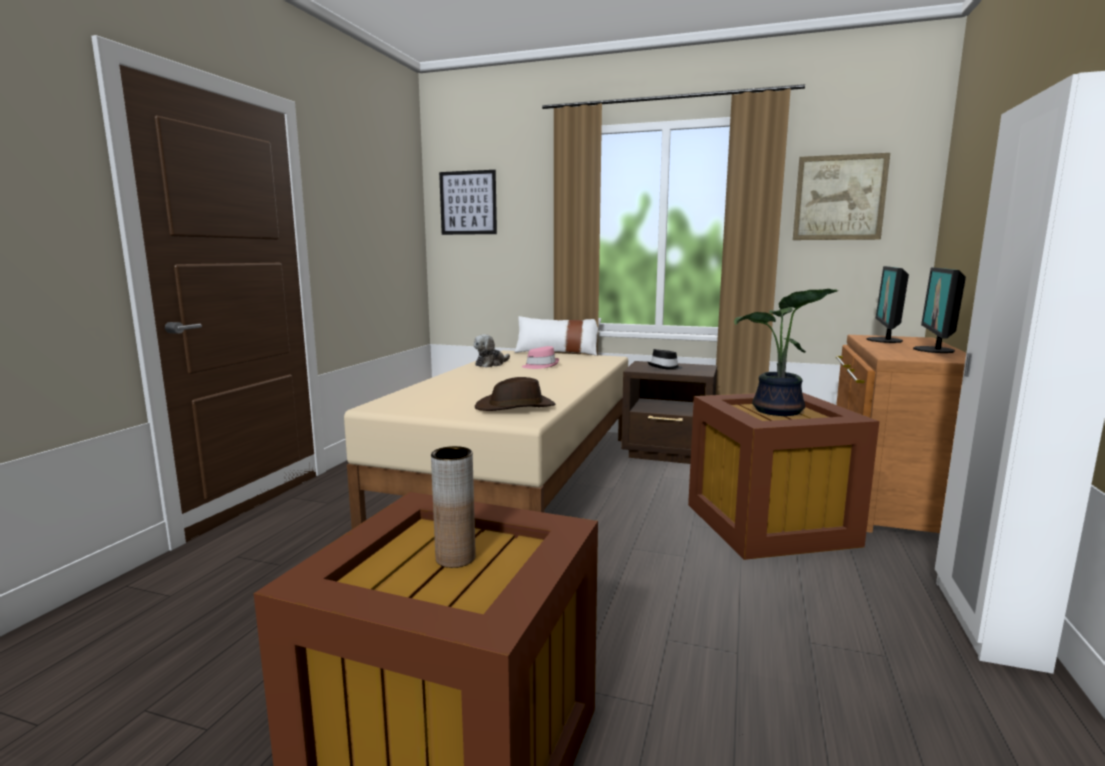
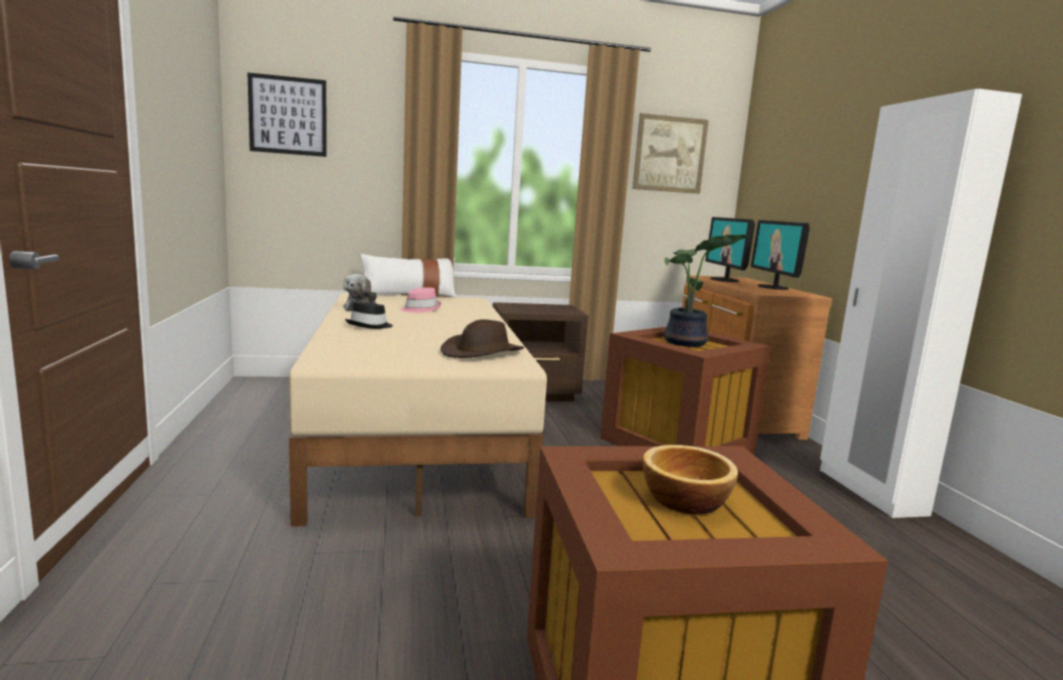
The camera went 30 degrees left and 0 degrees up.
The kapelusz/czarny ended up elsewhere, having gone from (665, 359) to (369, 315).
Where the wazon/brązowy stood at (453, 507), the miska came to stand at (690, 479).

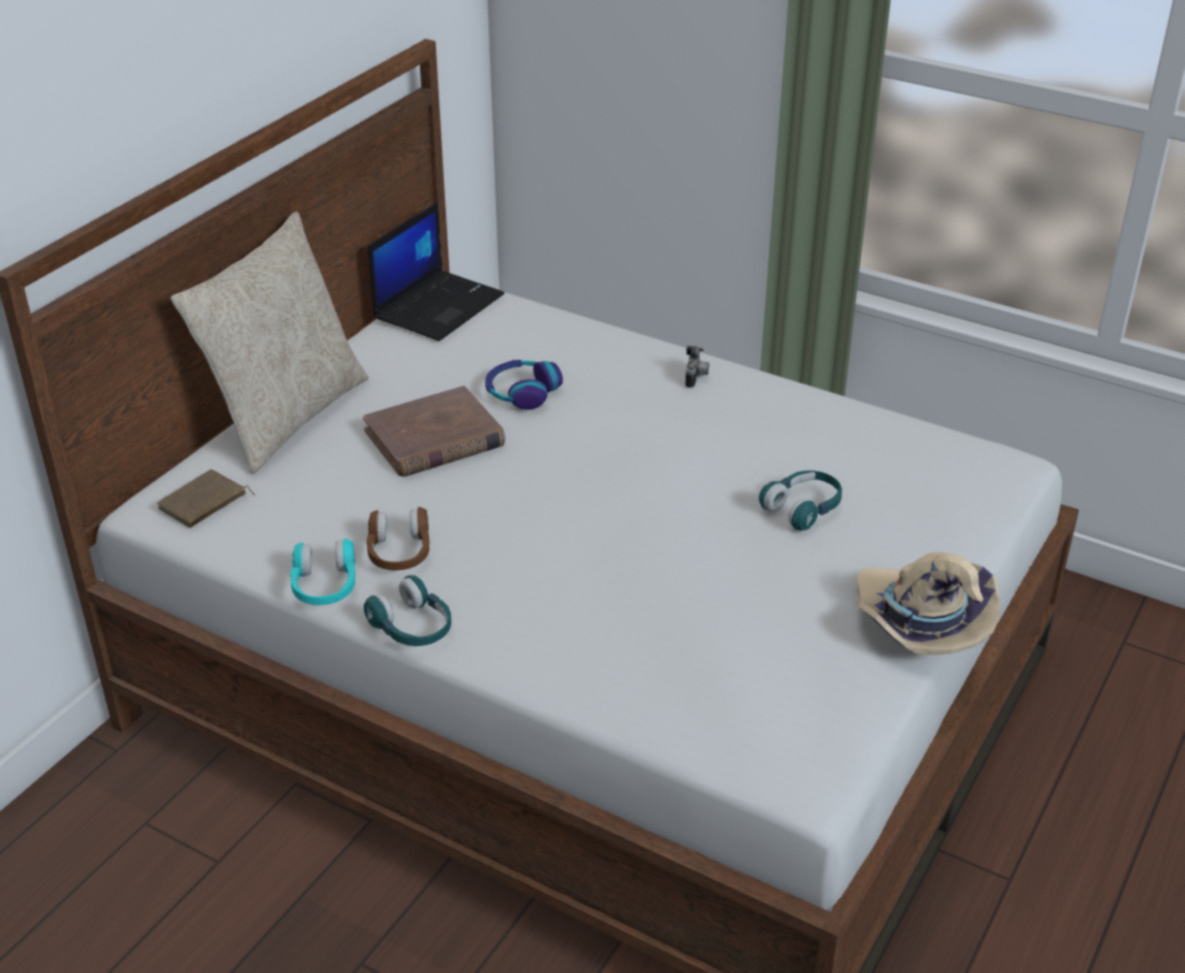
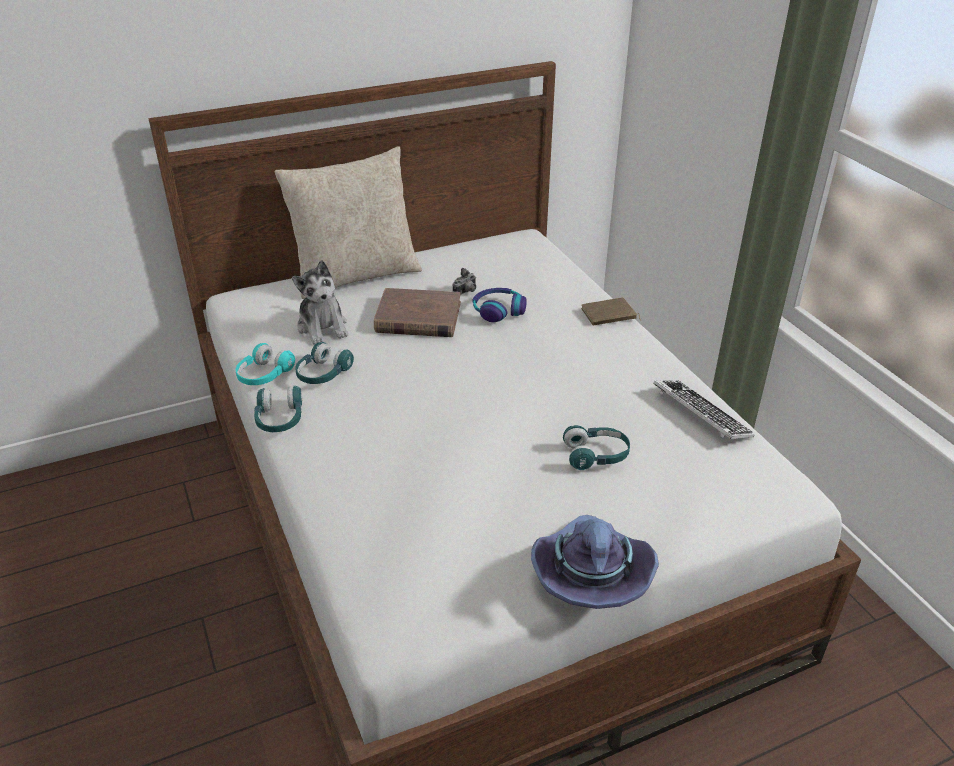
The camera went 35 degrees right and 0 degrees up.
The second view lost the laptop at (436, 271).
The second view gained the pluszak at (320, 302).
The second view gained the klawiatura at (704, 409).
The książka/brązowy ended up elsewhere, having gone from (206, 498) to (611, 311).
The aparat fotograficzny ended up elsewhere, having gone from (697, 367) to (464, 281).
What was the słuchawki/brązowy at (398, 539) turned into the słuchawki/turkusowy at (324, 363).
What was the kapelusz/beżowy at (928, 603) turned into the kapelusz/fioletowy at (595, 562).

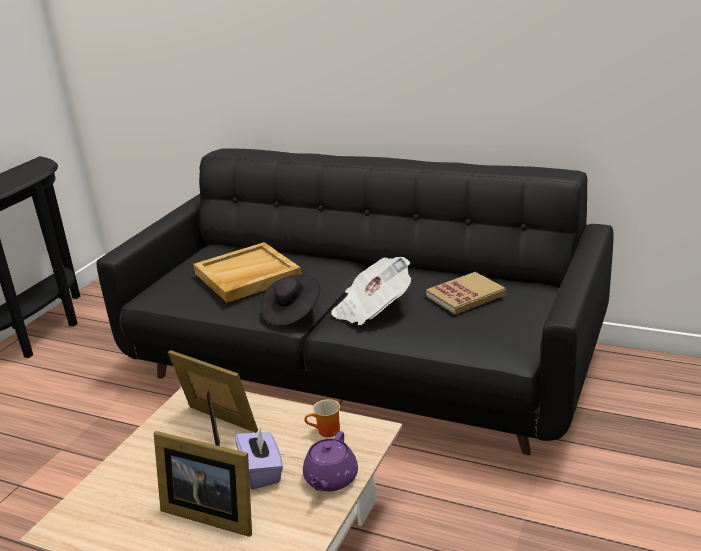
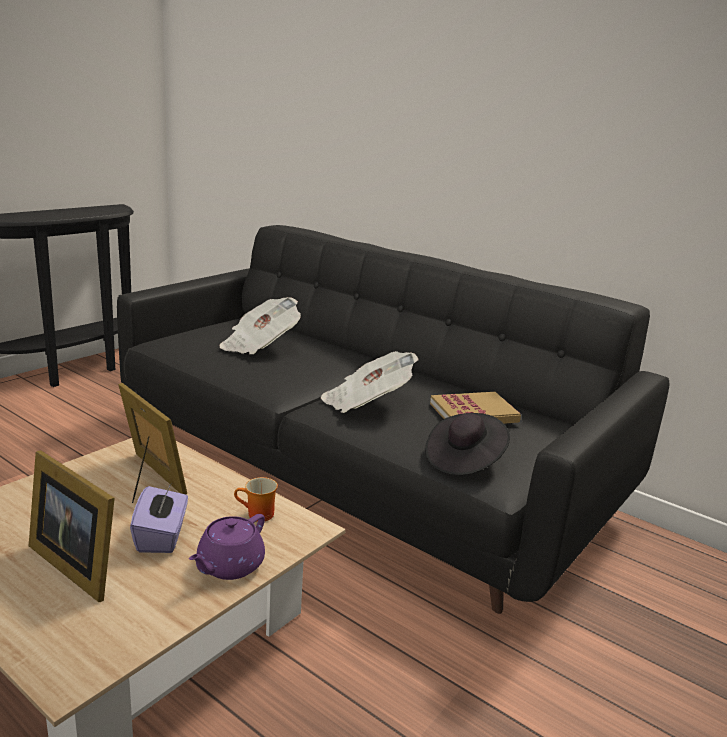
The camera went 10 degrees right and 5 degrees down.
The kapelusz/czarny ended up elsewhere, having gone from (290, 300) to (467, 444).
Where the taca/beżowy stood at (247, 272), the gazeta came to stand at (260, 325).

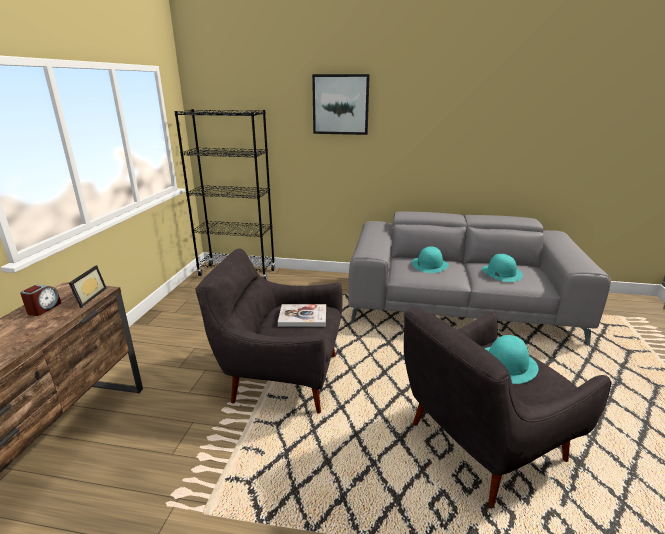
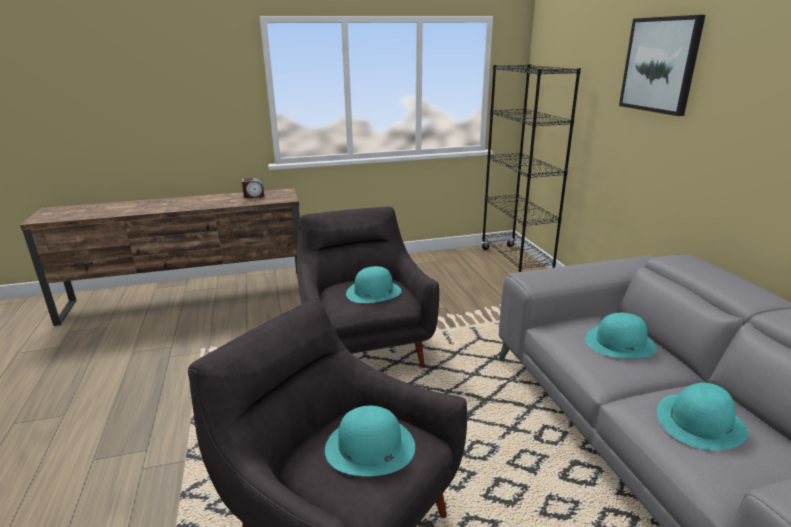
The camera went 65 degrees right and 0 degrees up.
The second view lost the ramka na zdjęcie at (88, 286).
Where the książka stood at (302, 315), the kapelusz/turkusowy came to stand at (373, 284).

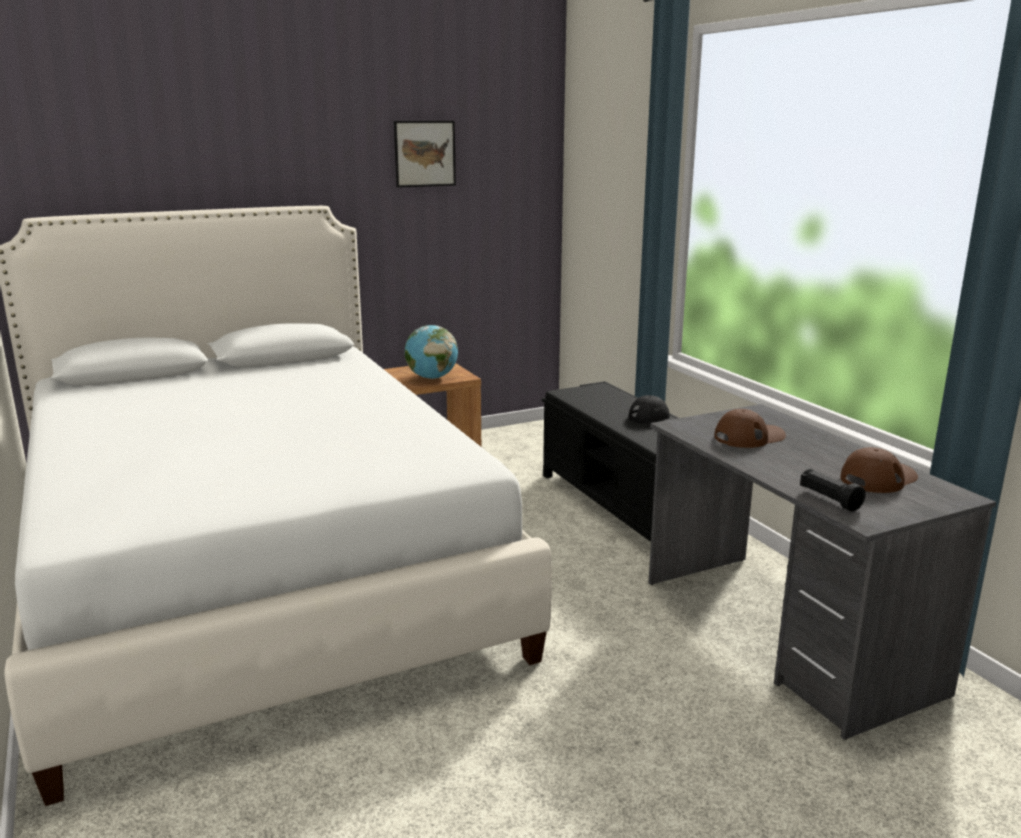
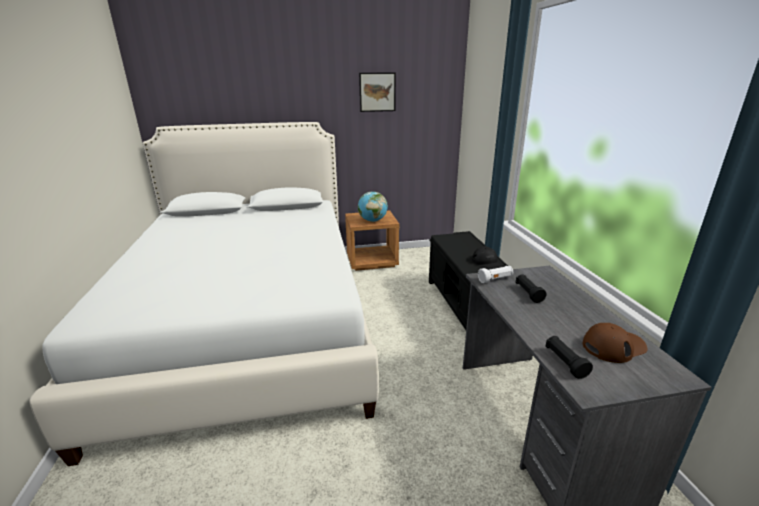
The camera went 15 degrees right and 5 degrees up.
The second view gained the latarka/biały at (496, 274).
Where the czapka z daszkiem/brązowy stood at (750, 428), the latarka/czarny came to stand at (531, 288).

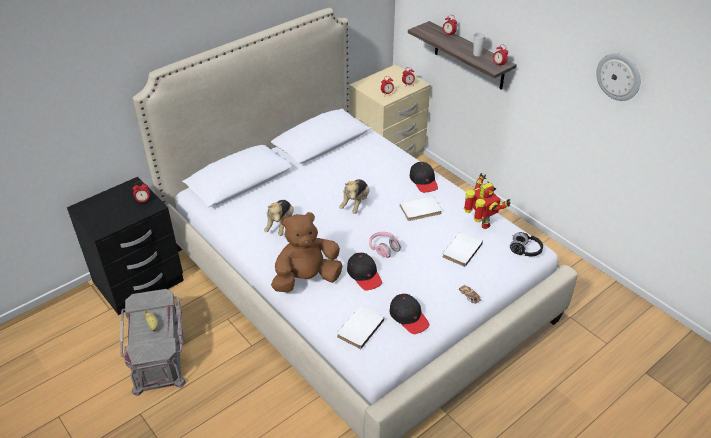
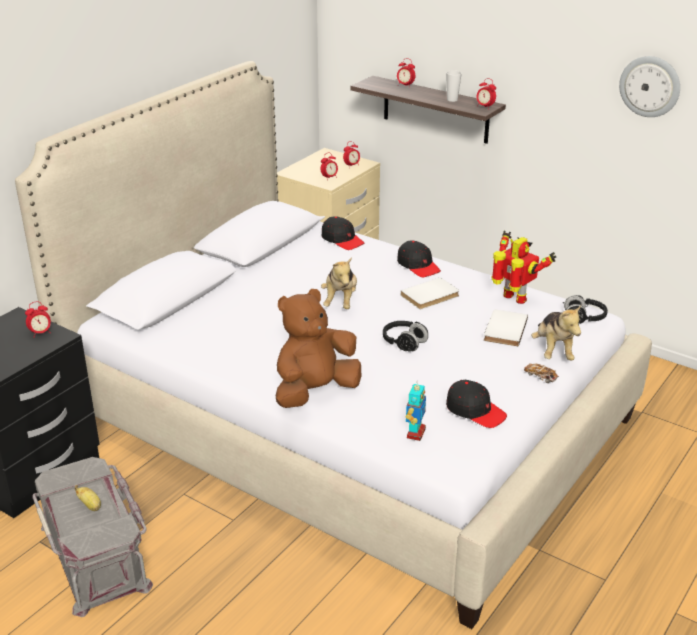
The camera went 15 degrees left and 10 degrees down.
The pluszak ended up elsewhere, having gone from (279, 218) to (556, 332).
The czapka z daszkiem/czarny ended up elsewhere, having gone from (364, 271) to (343, 233).
Where the książka/biały stood at (360, 327), the robot zabawkowy came to stand at (416, 410).
What was the słuchawki/różowy at (385, 245) turned into the słuchawki/czarny at (405, 336).

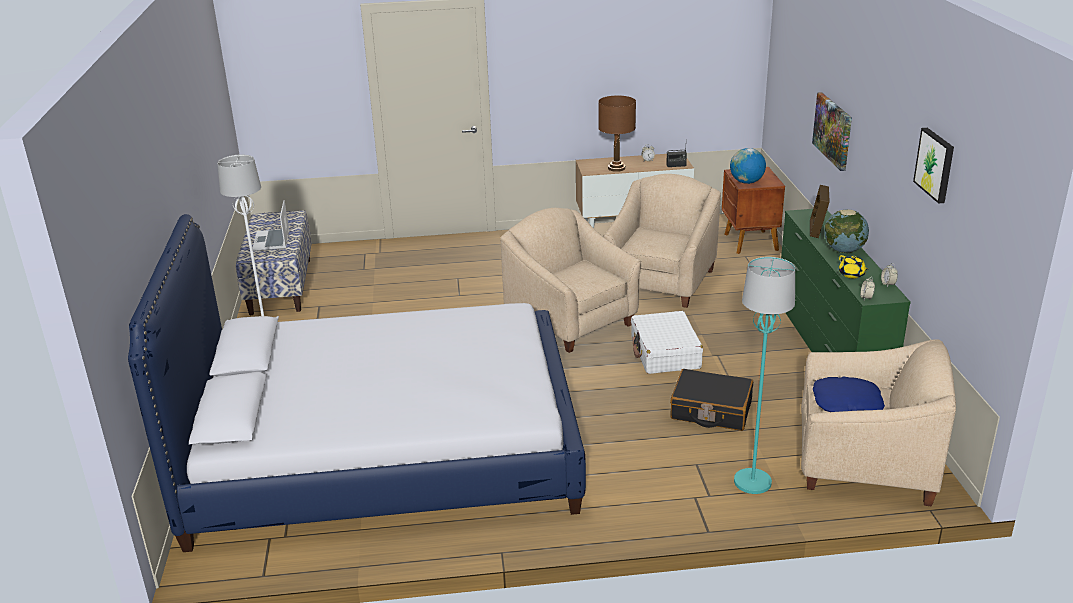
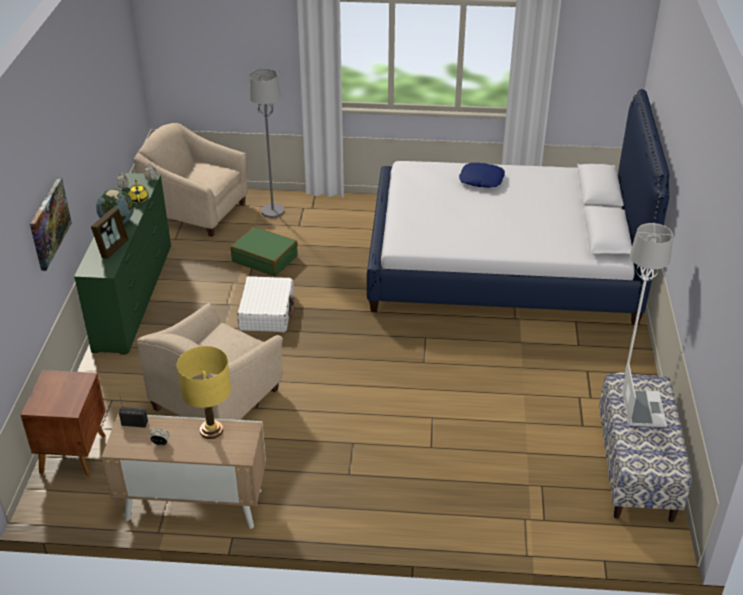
The camera went 170 degrees left and 10 degrees up.
The second view lost the fotel/beżowy at (570, 280).
The second view lost the globus at (748, 166).
The second view lost the obraz at (933, 165).
The poduszka/niebieski ended up elsewhere, having gone from (849, 394) to (482, 175).
What was the lampa stołowa/brązowy at (617, 133) turned into the lampa stołowa/żółty at (204, 392).
What was the walizka/czarny at (711, 400) turned into the walizka/zielony at (264, 251).
What was the lampa stojąca/turkusowy at (764, 375) turned into the lampa stojąca/szary at (266, 143).

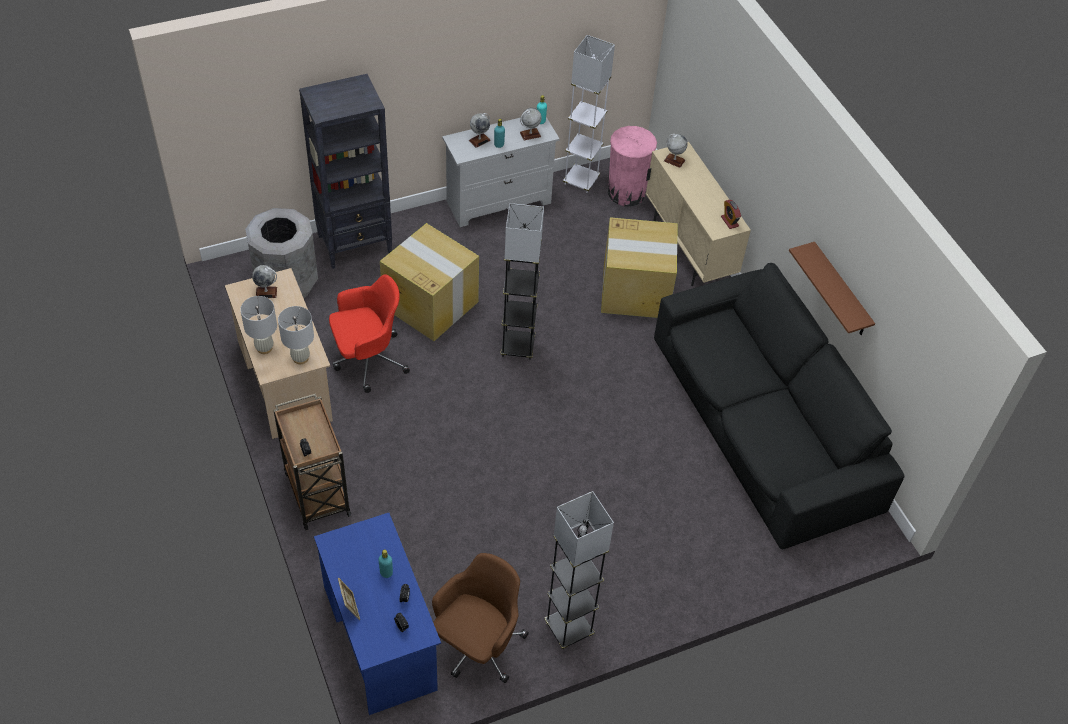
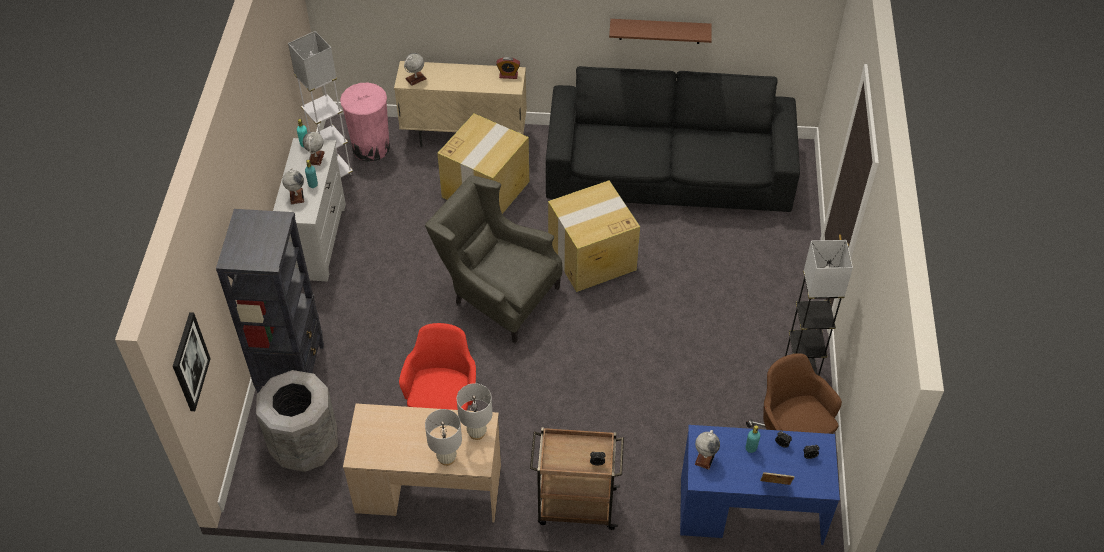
The camera went 60 degrees left and 0 degrees up.
The second view gained the obraz at (192, 361).
The globus ended up elsewhere, having gone from (264, 281) to (707, 450).
The karton ended up elsewhere, having gone from (429, 282) to (594, 236).
Where the lampa stojąca/szary stood at (522, 281), the fotel/szary came to stand at (493, 259).

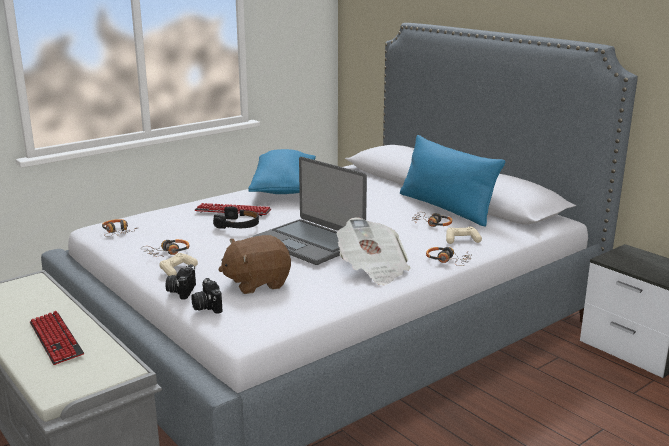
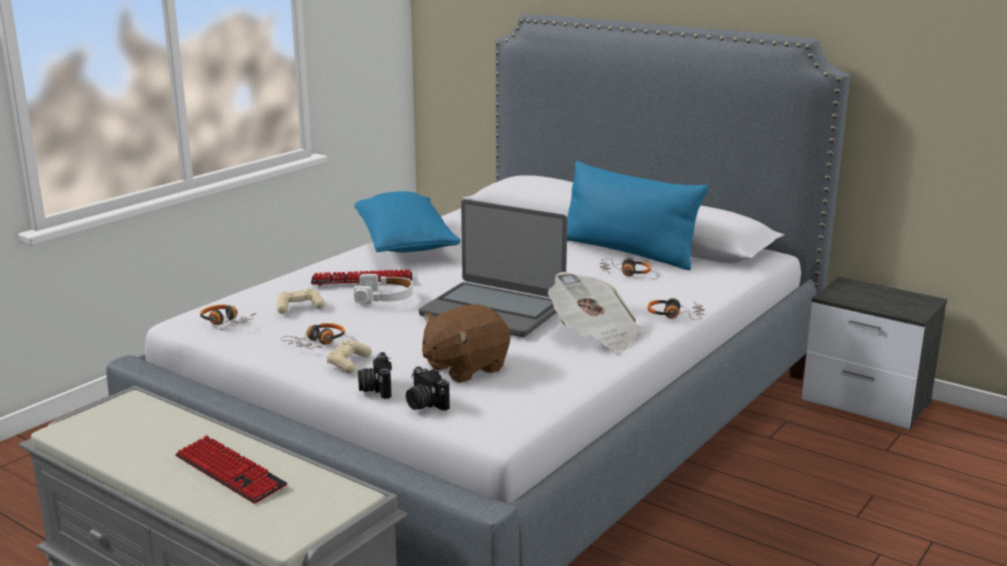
The camera went 15 degrees left and 0 degrees up.
The pad do gier/beżowy ended up elsewhere, having gone from (464, 235) to (301, 301).
What was the słuchawki/czarny at (236, 217) turned into the słuchawki/biały at (383, 288).

